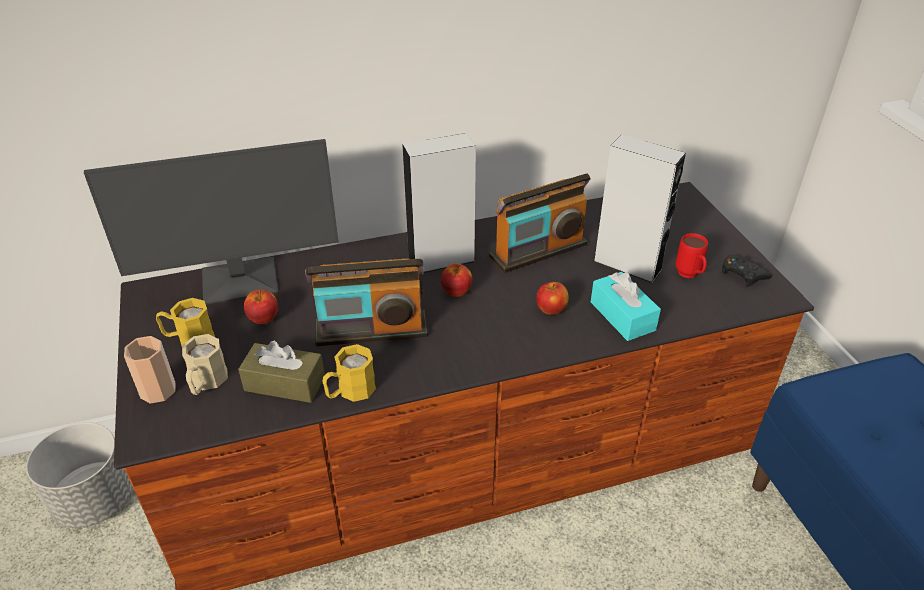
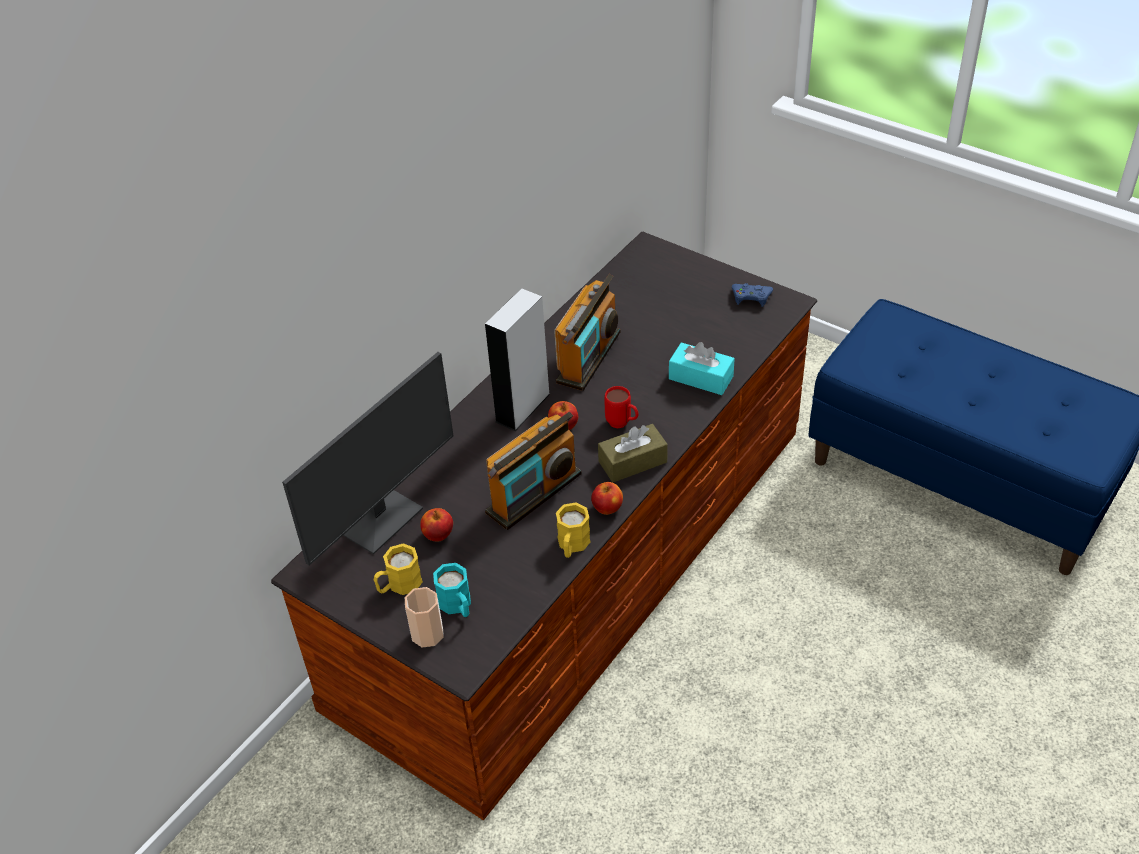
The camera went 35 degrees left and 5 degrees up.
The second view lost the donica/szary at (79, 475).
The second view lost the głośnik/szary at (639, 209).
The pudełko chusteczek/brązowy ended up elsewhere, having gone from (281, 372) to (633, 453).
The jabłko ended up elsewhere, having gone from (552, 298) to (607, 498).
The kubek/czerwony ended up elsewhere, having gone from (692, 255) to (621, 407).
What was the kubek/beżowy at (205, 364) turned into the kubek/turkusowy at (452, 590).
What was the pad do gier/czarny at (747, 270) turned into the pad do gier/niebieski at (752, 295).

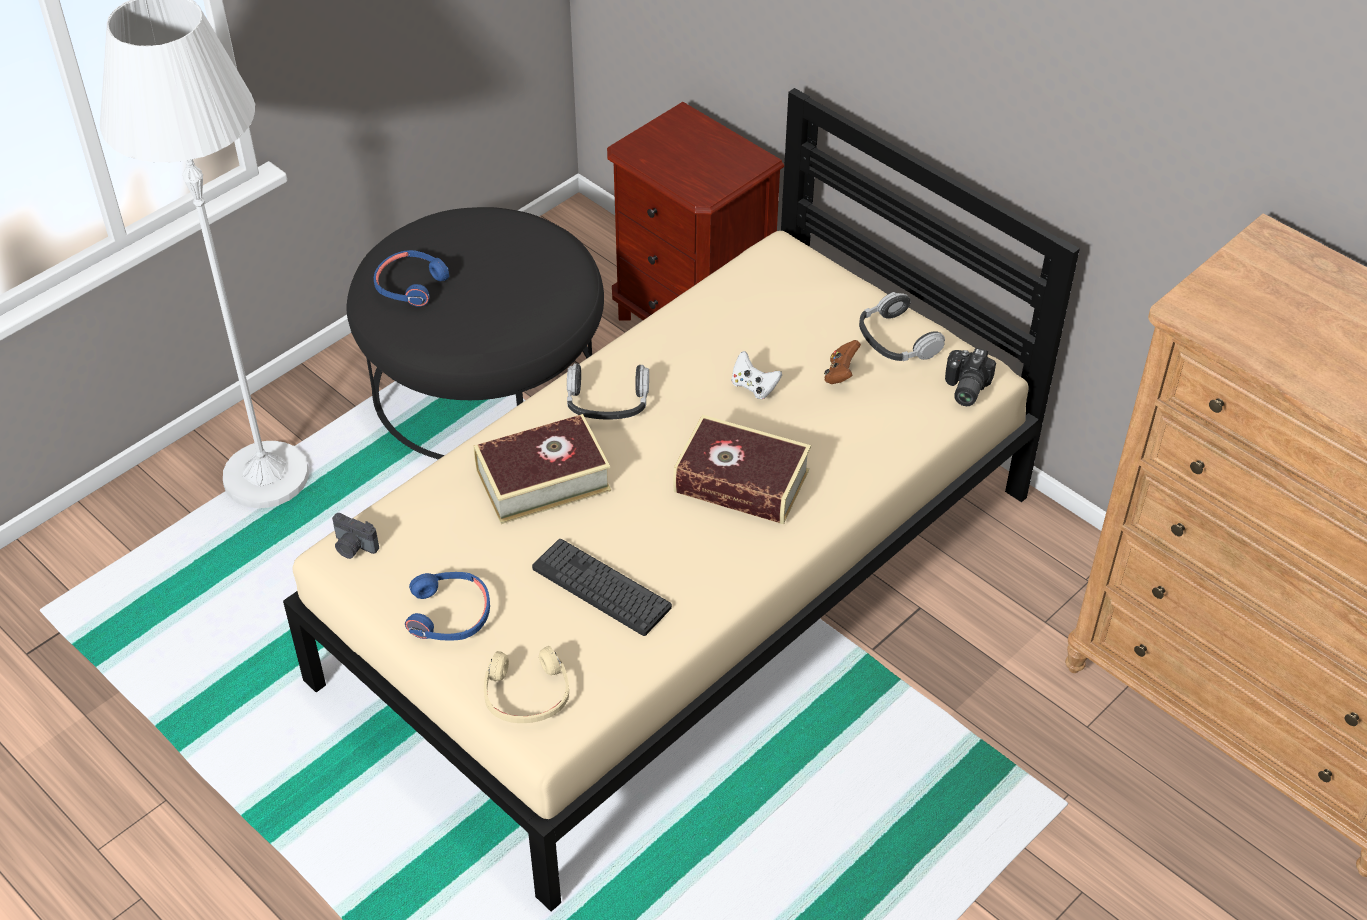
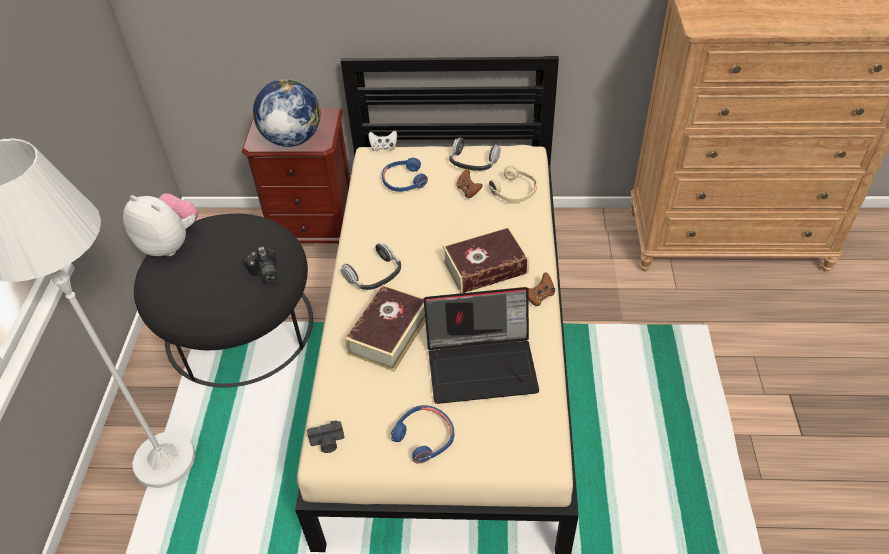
The camera went 40 degrees left and 0 degrees up.
The second view gained the pluszak at (160, 224).
The second view gained the globus at (286, 113).
The second view gained the pad do gier/brązowy at (541, 289).
The słuchawki/niebieski ended up elsewhere, having gone from (411, 278) to (405, 175).
The słuchawki/beżowy ended up elsewhere, having gone from (526, 684) to (513, 184).
The pad do gier/biały ended up elsewhere, having gone from (757, 375) to (382, 141).
The aparat fotograficzny ended up elsewhere, having gone from (970, 377) to (260, 264).
Where the klawiatura stood at (602, 587), the laptop came to stand at (481, 345).

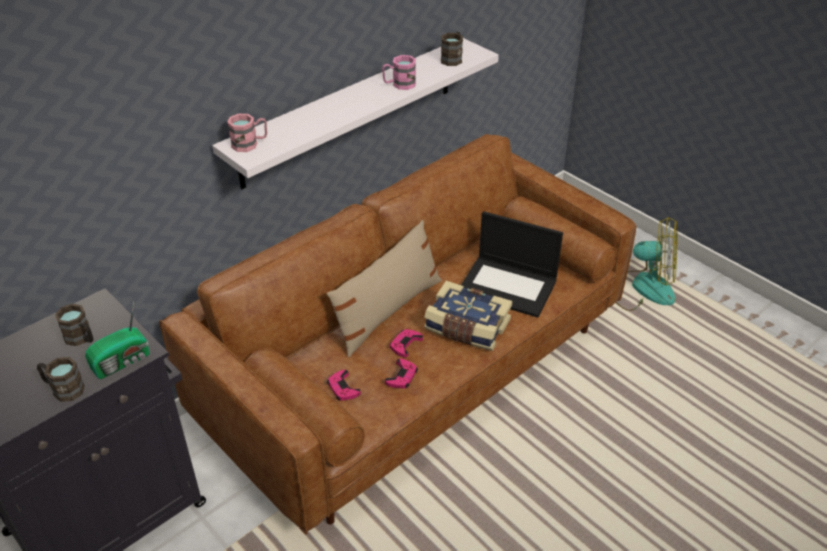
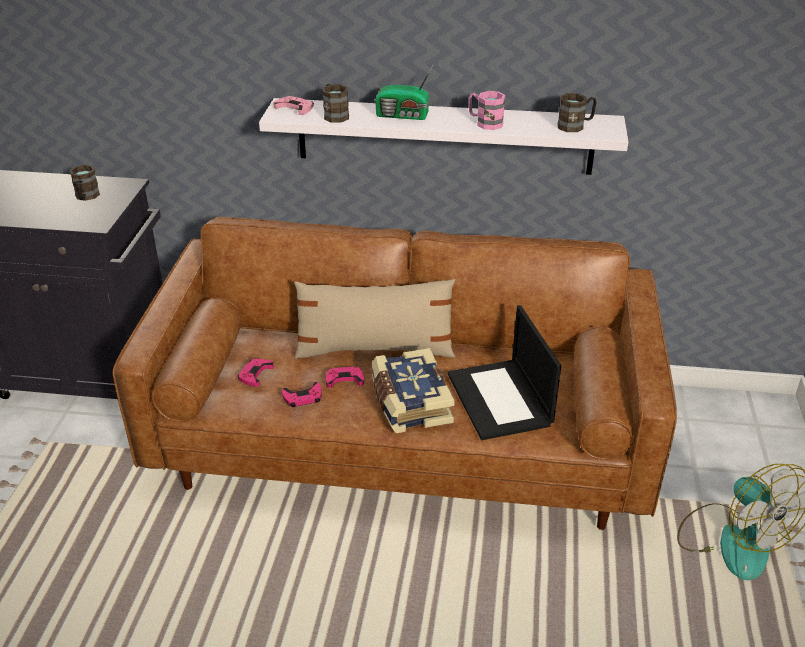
The camera went 50 degrees right and 5 degrees down.
The kubek/brązowy ended up elsewhere, having gone from (61, 379) to (336, 103).
The radio ended up elsewhere, having gone from (117, 340) to (404, 92).
Where the kubek/różowy stood at (247, 133), the pad do gier/różowy came to stand at (294, 105).

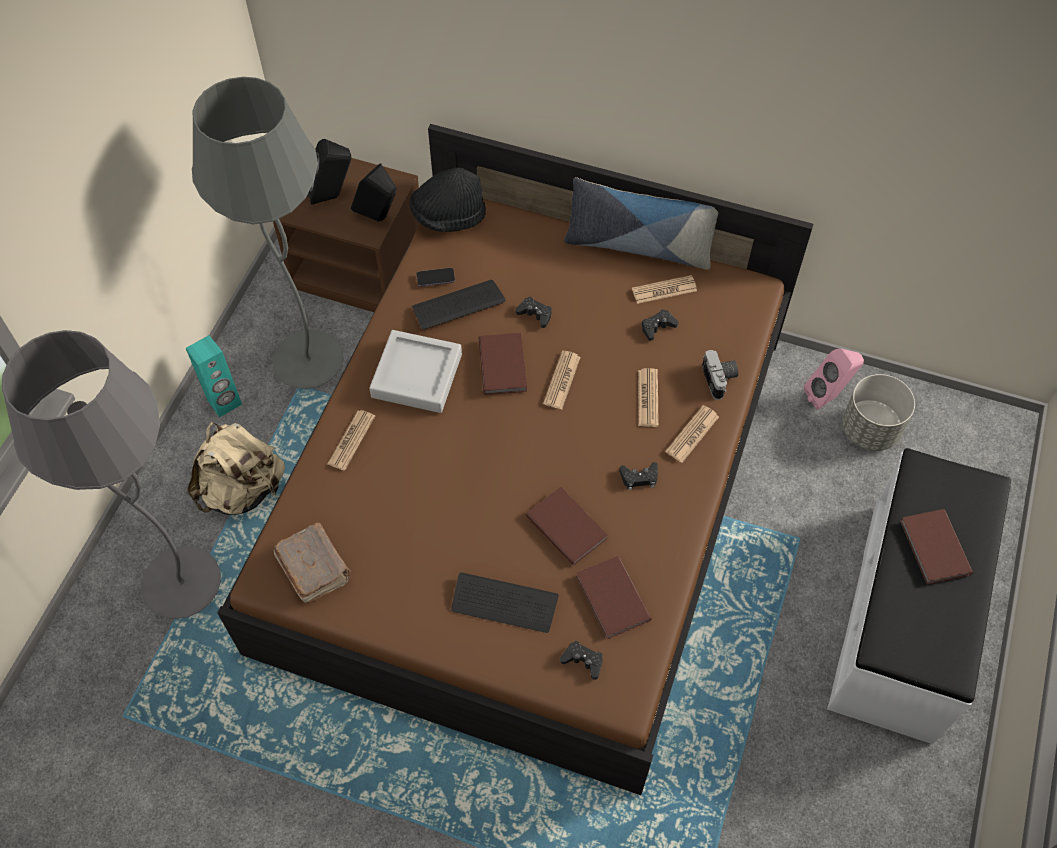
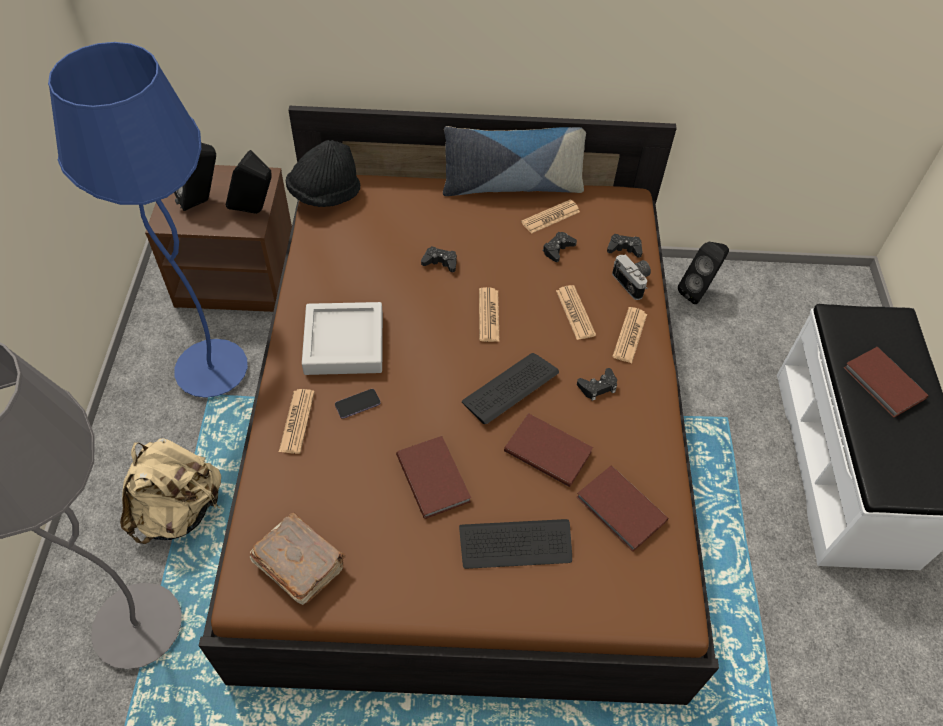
The camera went 20 degrees left and 5 degrees down.
The second view lost the głośnik/turkusowy at (214, 376).
The second view lost the donica/szary at (878, 412).
The klawiatura ended up elsewhere, having gone from (458, 304) to (510, 388).
The telefon ended up elsewhere, having gone from (435, 277) to (358, 404).
The książka/brązowy ended up elsewhere, having gone from (502, 364) to (433, 477).
The pad do gier/czarny ended up elsewhere, having gone from (581, 660) to (624, 245).
What was the lampa stojąca/szary at (268, 233) turned into the lampa stojąca/niebieski at (148, 220).
What was the głośnik/różowy at (834, 379) turned into the głośnik/czarny at (703, 273).

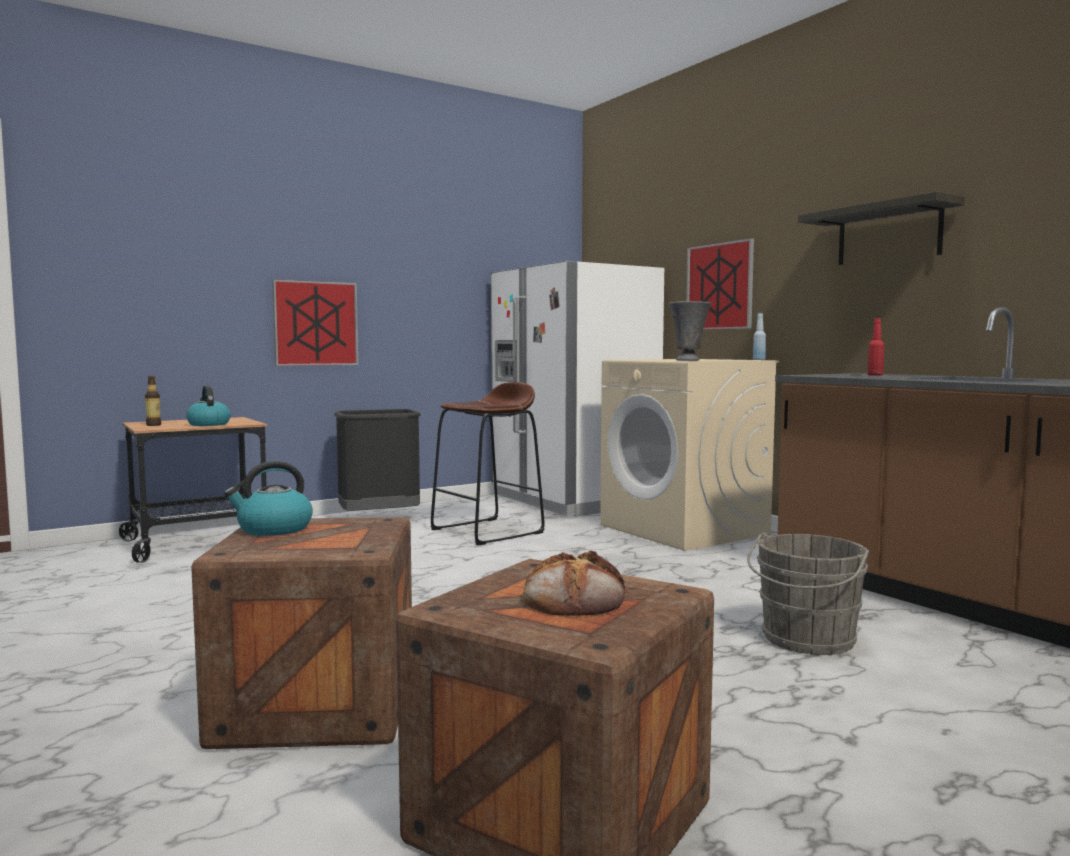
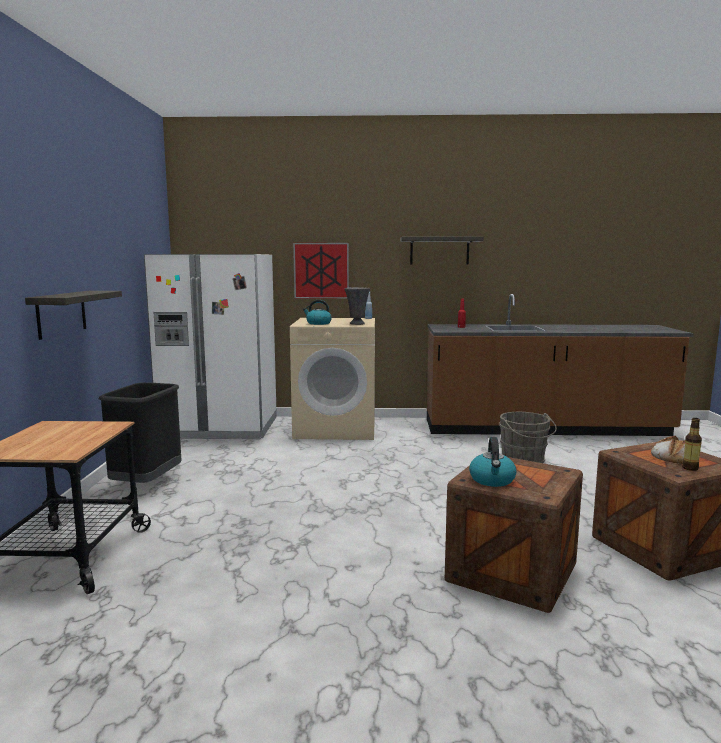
The camera went 55 degrees left and 5 degrees up.
The second view lost the stołek/brązowy at (487, 463).
The butelka ended up elsewhere, having gone from (153, 401) to (692, 444).
The czajnik ended up elsewhere, having gone from (208, 405) to (317, 312).
Where the obraz hung at (315, 322), the półka came to hang at (73, 315).

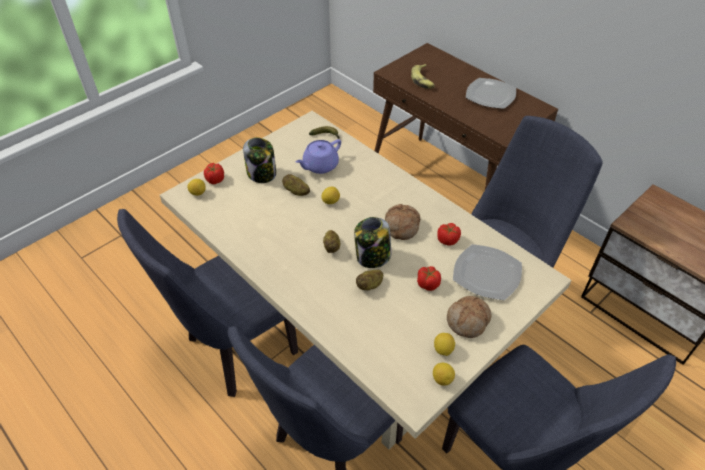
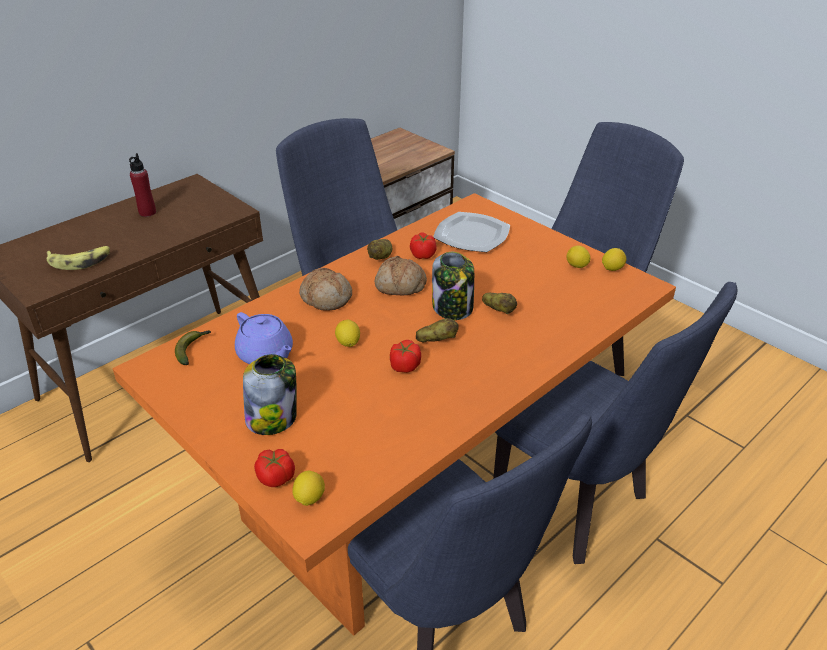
The camera went 90 degrees left and 10 degrees down.
The ziemniak ended up elsewhere, having gone from (296, 185) to (379, 249).
The pomidor ended up elsewhere, having gone from (429, 278) to (405, 356).
The chleb ended up elsewhere, having gone from (469, 317) to (325, 289).
Where the talerz stood at (491, 93), the butelka/czerwony came to stand at (142, 185).
What was the stół jadalny/beżowy at (366, 280) turned into the stół jadalny/pomarańczowy at (394, 414).

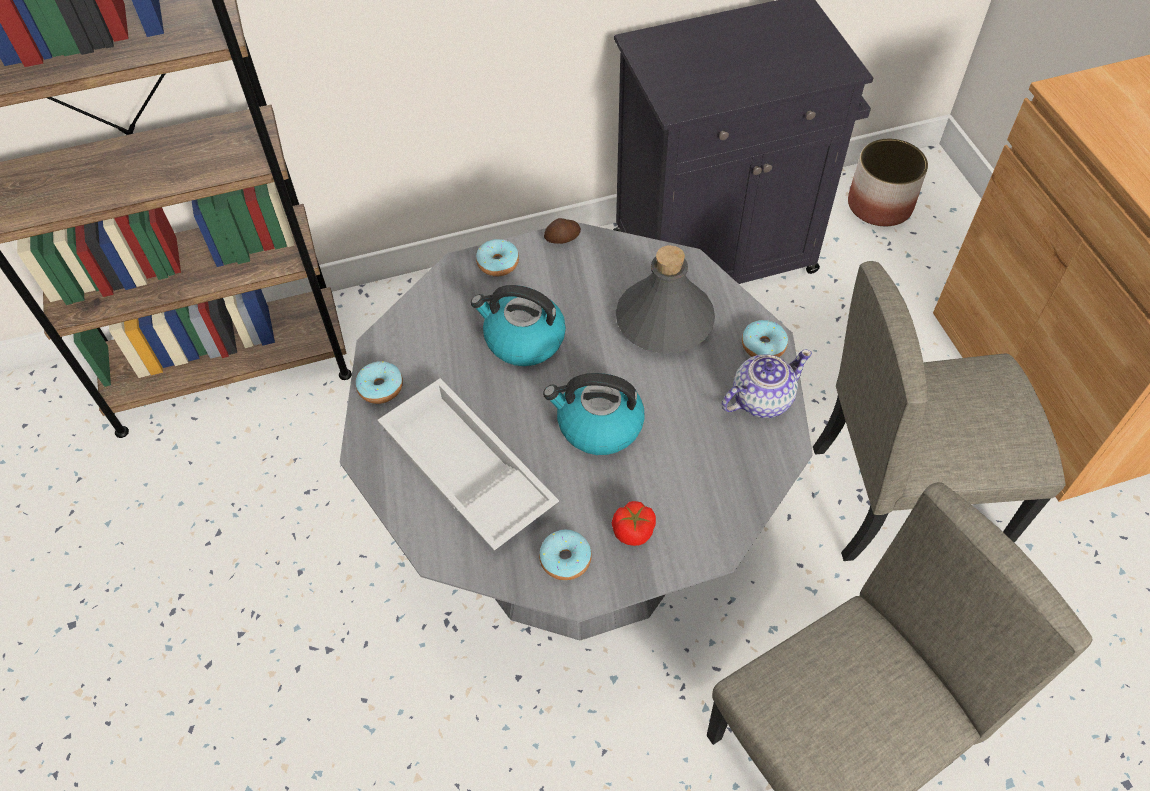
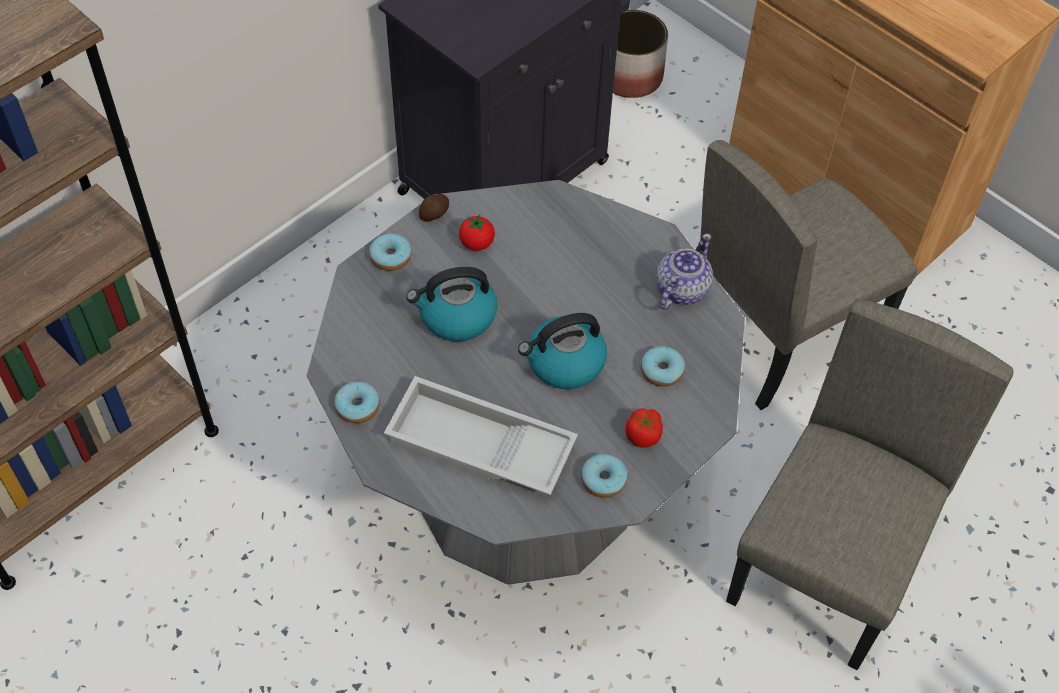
The camera went 30 degrees left and 0 degrees up.
The second view lost the butelka/szary at (665, 299).
The second view gained the pomidor at (477, 232).
The donut ended up elsewhere, having gone from (765, 338) to (663, 366).

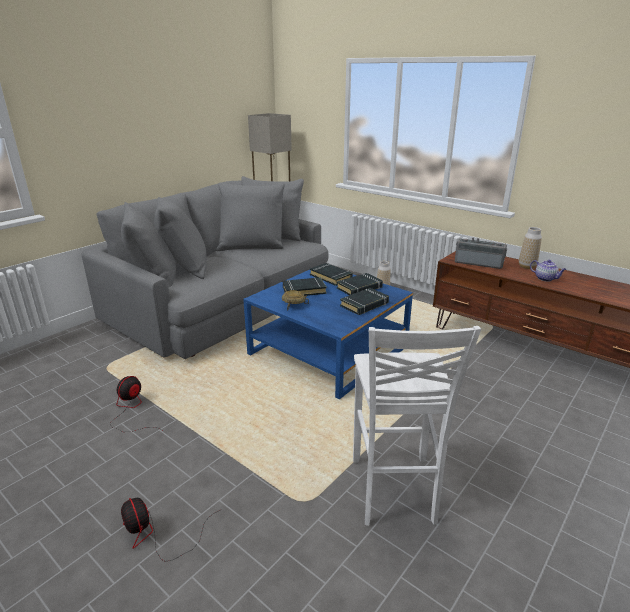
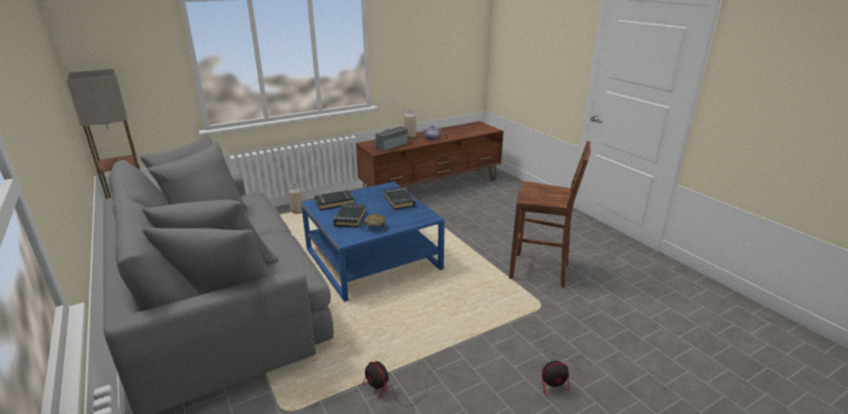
The camera went 70 degrees left and 0 degrees up.
The second view lost the książka/czarny at (360, 284).
What was the stołek/biały at (417, 426) turned into the stołek/brązowy at (550, 214).

